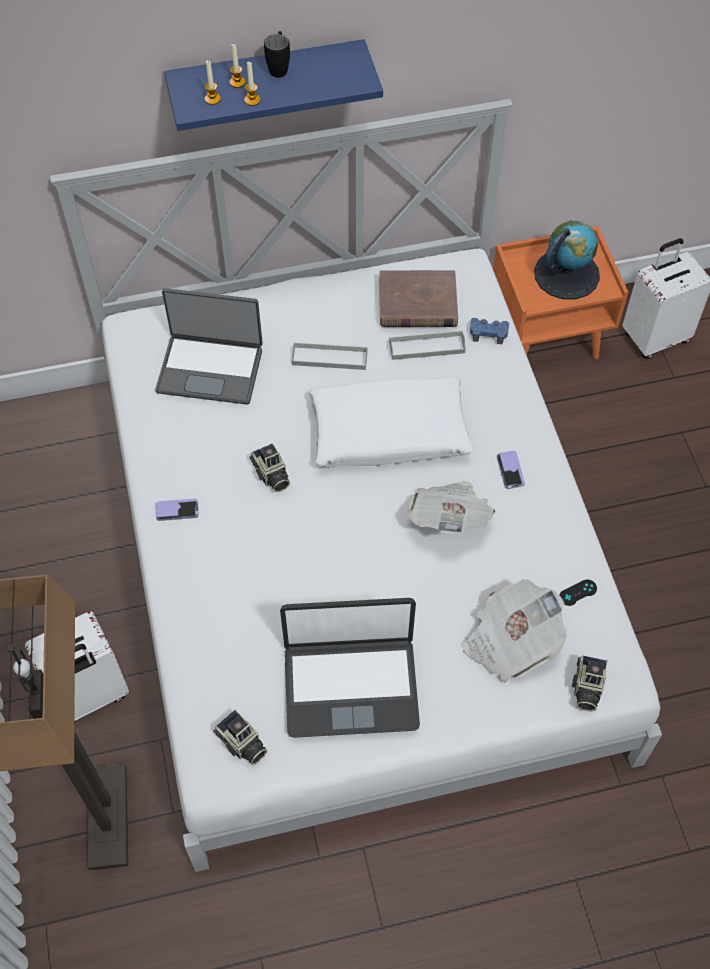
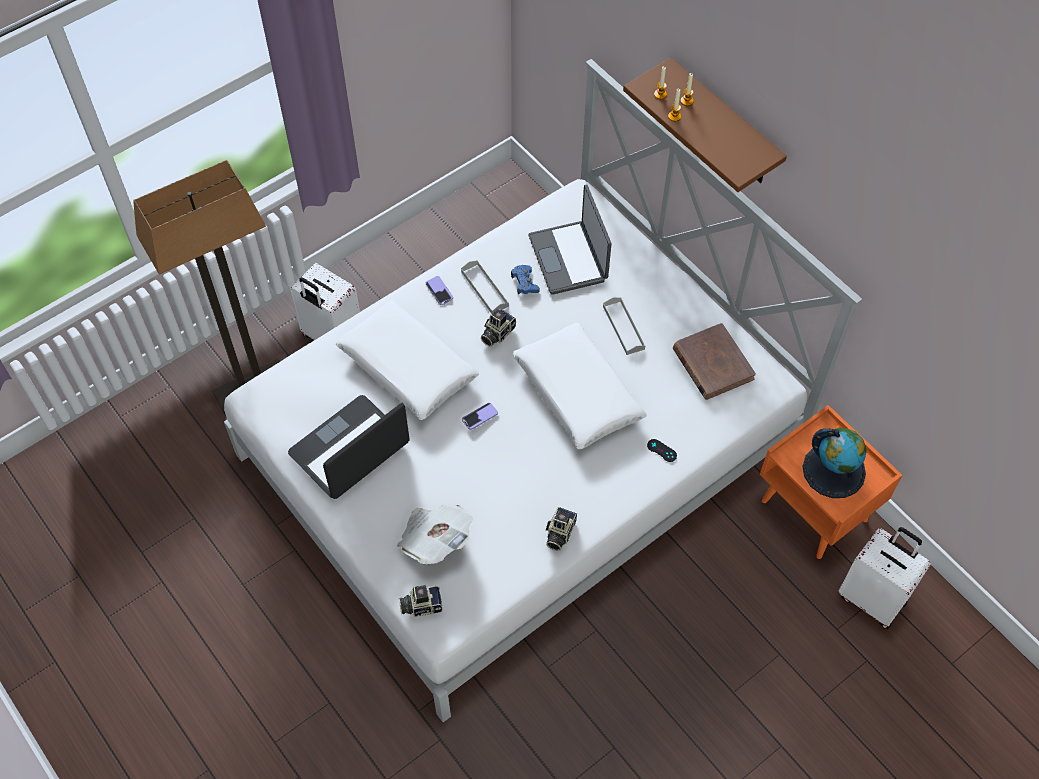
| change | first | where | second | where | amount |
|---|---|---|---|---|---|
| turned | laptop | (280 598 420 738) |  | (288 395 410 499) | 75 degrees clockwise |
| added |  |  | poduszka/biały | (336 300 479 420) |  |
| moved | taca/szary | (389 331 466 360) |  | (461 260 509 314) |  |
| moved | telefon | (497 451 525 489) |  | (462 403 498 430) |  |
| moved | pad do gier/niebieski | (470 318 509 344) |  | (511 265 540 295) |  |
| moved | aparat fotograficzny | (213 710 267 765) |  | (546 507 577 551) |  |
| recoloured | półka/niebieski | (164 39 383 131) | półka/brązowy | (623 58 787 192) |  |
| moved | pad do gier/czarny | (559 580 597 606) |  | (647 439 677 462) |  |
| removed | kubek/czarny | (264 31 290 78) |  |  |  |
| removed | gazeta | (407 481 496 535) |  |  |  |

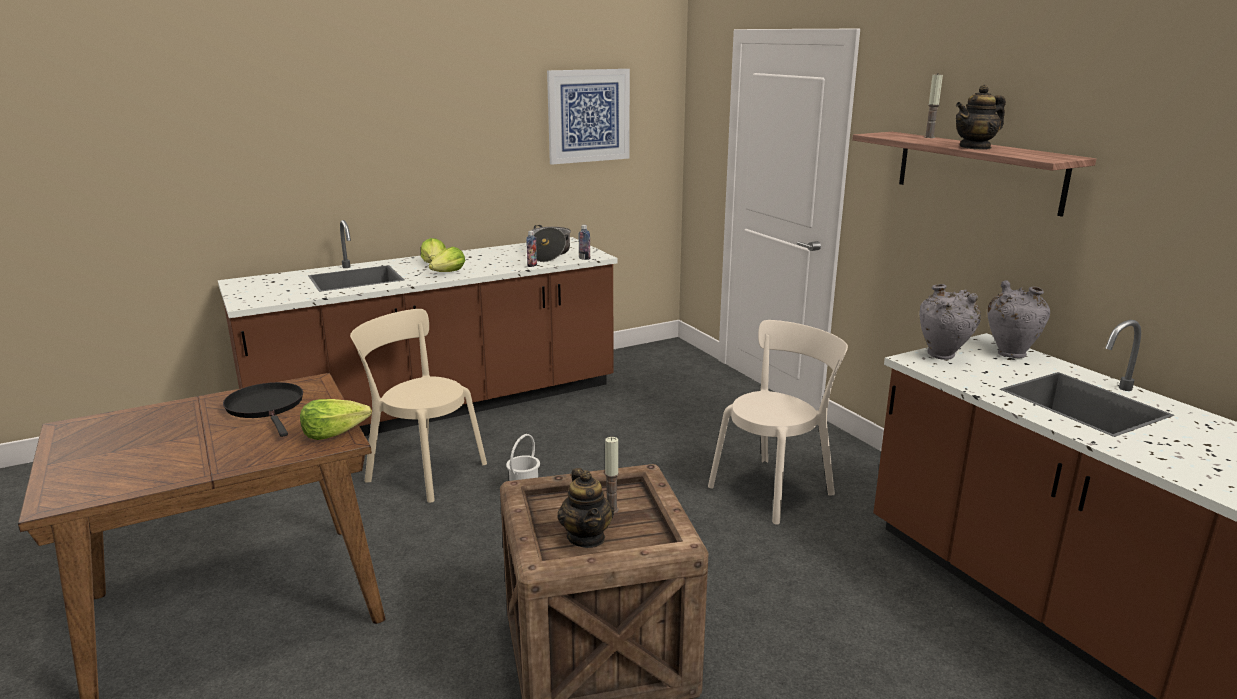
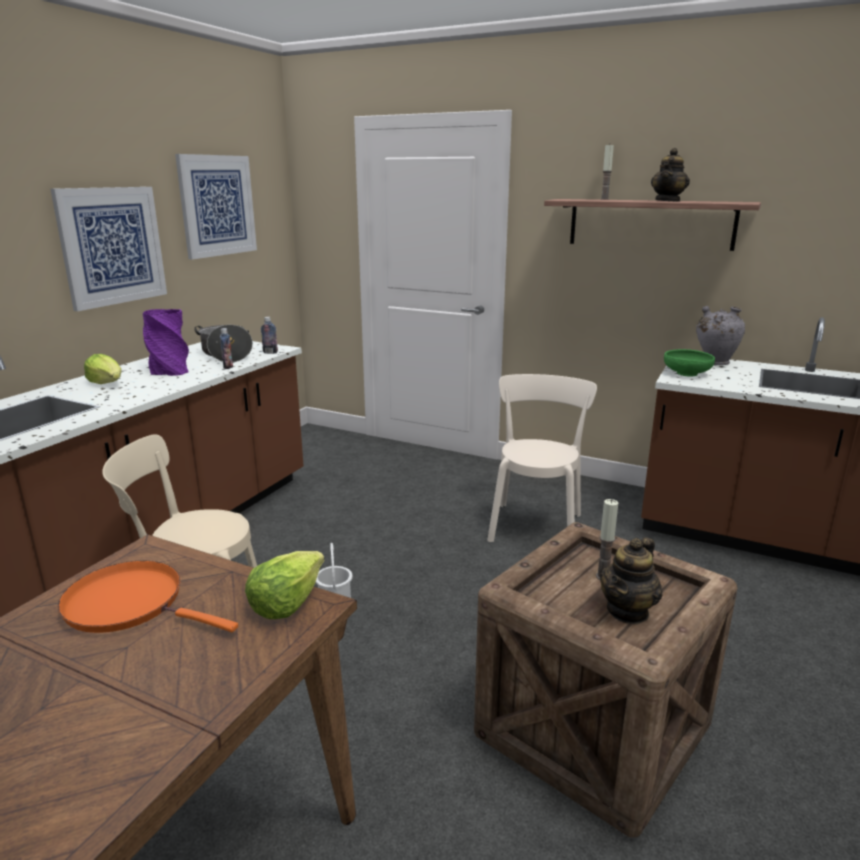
| change | first | where | second | where | amount |
|---|---|---|---|---|---|
| added |  |  | obraz | (50 187 167 311) |  |
| recoloured | patelnia/czarny | (223 382 303 437) | patelnia/pomarańczowy | (58 561 238 633) |  |
| added |  |  | wazon/fioletowy | (143 309 189 376) |  |
| turned | imbryk | (557 468 614 548) |  | (600 537 663 625) | 90 degrees clockwise |
| replaced | wazon/szary | (919 284 981 360) | miska/zielony | (664 349 715 377) |  |
| removed | sałata | (429 247 465 272) |  |  |  |

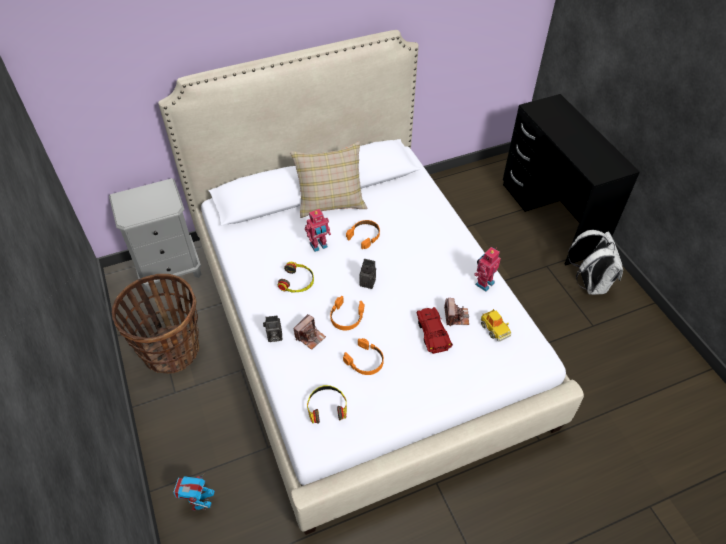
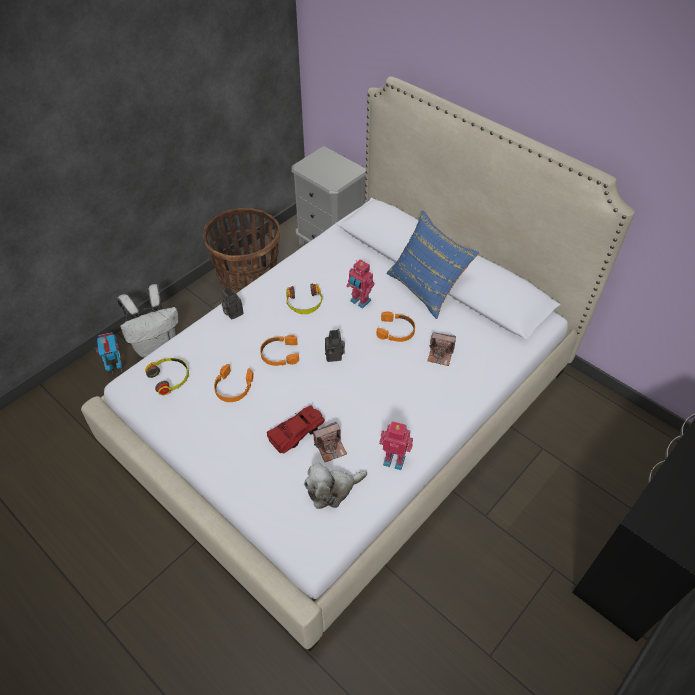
| change | first | where | second | where | amount |
|---|---|---|---|---|---|
| moved | plecak/biały | (568 230 623 295) |  | (117 284 178 358) |  |
| replaced | samochodzik | (481 309 511 342) | pluszak | (304 463 367 509) |  |
| recoloured | poduszka/beżowy | (290 141 367 218) | poduszka/niebieski | (387 210 479 319) |  |
| moved | aparat fotograficzny | (293 314 326 350) |  | (428 332 456 366) |  |

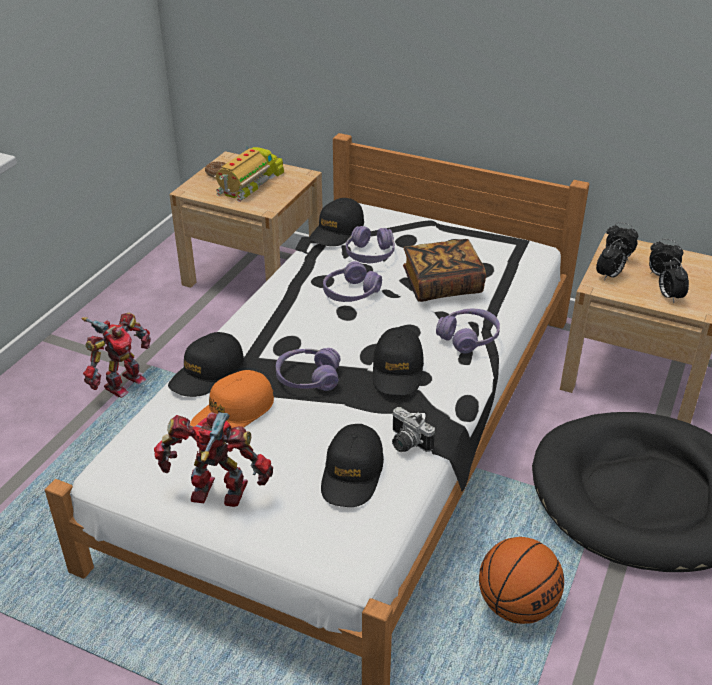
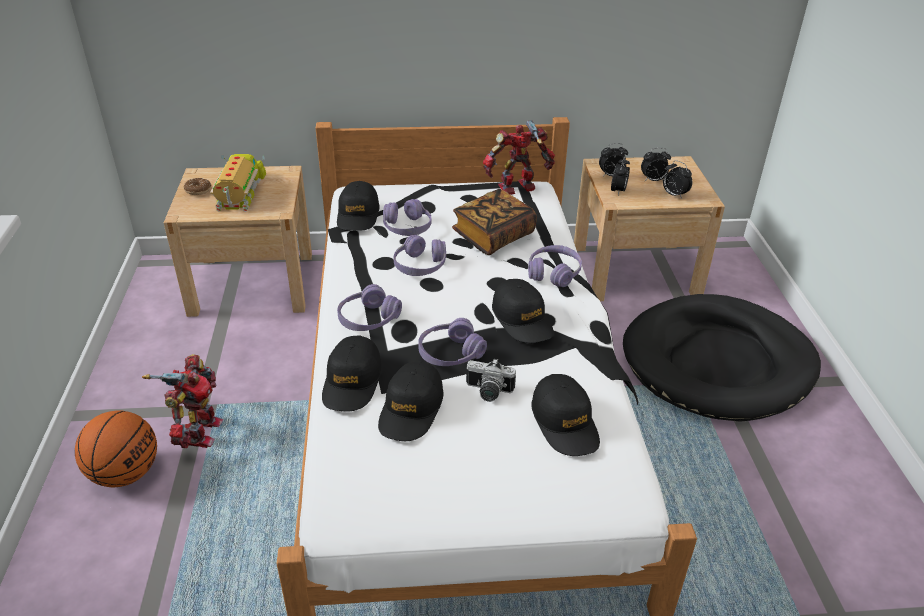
| change | first | where | second | where | amount |
|---|---|---|---|---|---|
| moved | piłka do koszykówki | (479 537 564 624) |  | (75 411 157 487) |  |
| added |  |  | słuchawki/fioletowy | (337 284 402 331) |  |
| recoloured | czapka z daszkiem/pomarańczowy | (190 370 274 428) | czapka z daszkiem/czarny | (378 361 443 441) |  |
| moved | aparat fotograficzny | (392 407 435 452) |  | (466 358 516 402) |  |
| moved | robot zabawkowy | (154 412 273 507) |  | (483 120 555 195) |  |

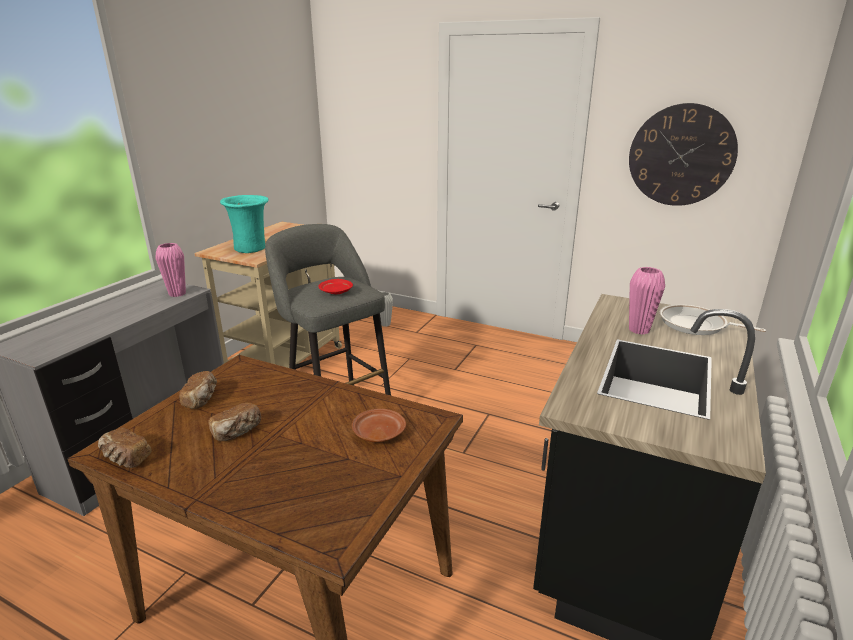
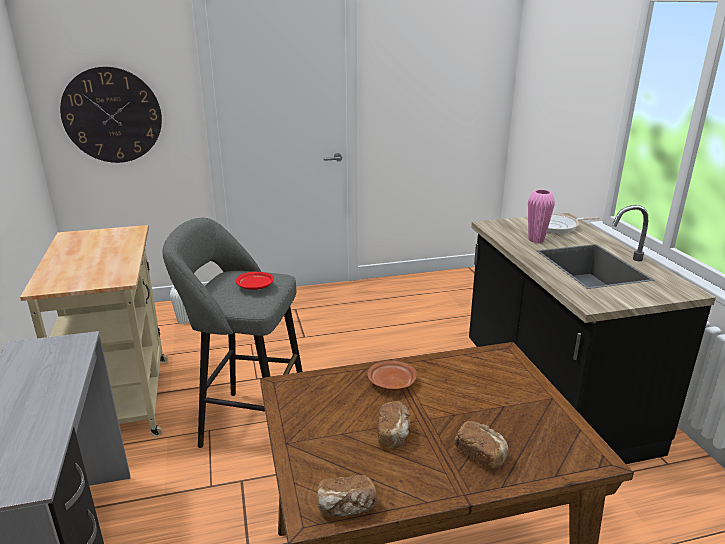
| change | first | where | second | where | amount |
|---|---|---|---|---|---|
| moved | zegar ścienny | (629 103 738 206) |  | (60 67 162 163) |  |
| moved | talerz/brązowy | (352 409 406 443) |  | (367 361 417 391) |  |
| moved | chleb | (179 371 217 409) |  | (454 421 508 469) |  |
| removed | wazon/różowy | (155 243 186 297) |  |  |  |
| removed | wazon/turkusowy | (220 195 269 253) |  |  |  |

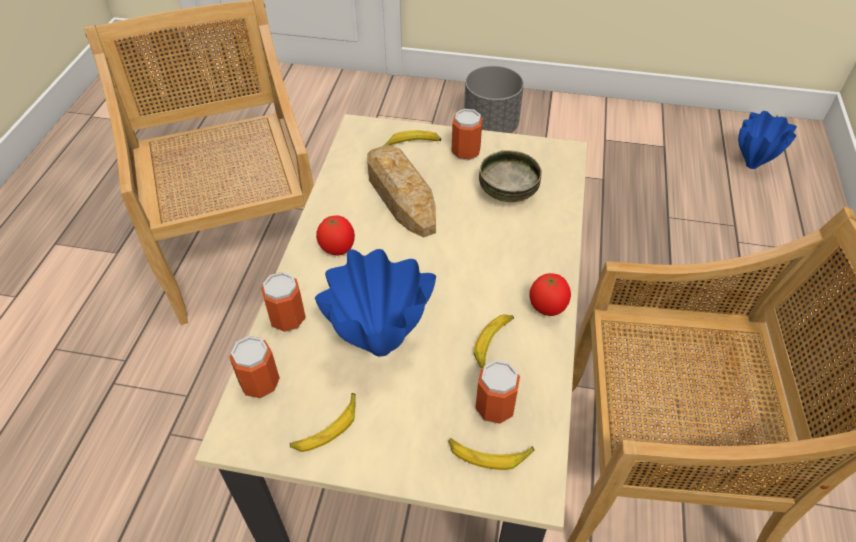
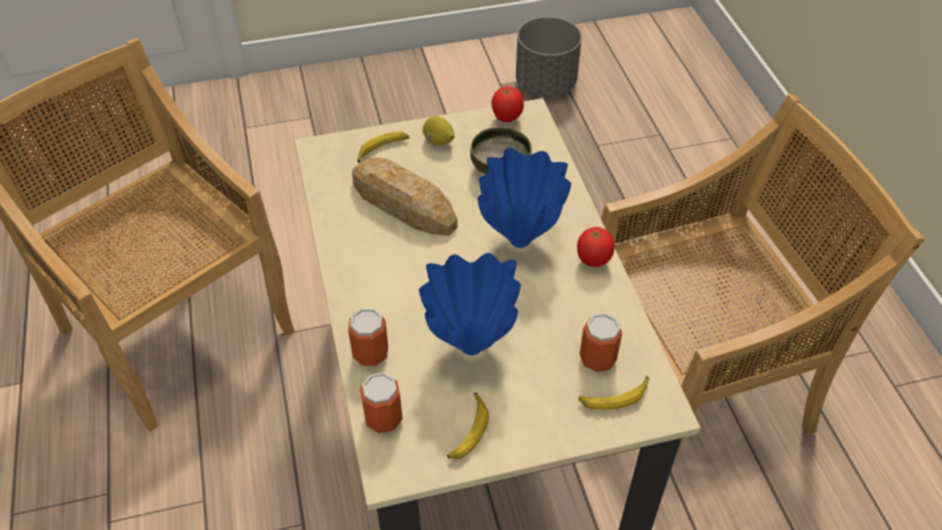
| change | first | where | second | where | amount |
|---|---|---|---|---|---|
| replaced | puszka | (452 109 483 161) | cytryna | (423 116 455 145) |  |
| moved | wazon/niebieski | (738 111 797 169) |  | (478 148 571 248) |  |
| moved | pomidor | (316 216 355 256) |  | (491 86 524 122) |  |
| moved | donica/szary | (464 66 524 133) |  | (516 17 582 96) |  |
| removed | banan | (474 314 514 369) |  |  |  |

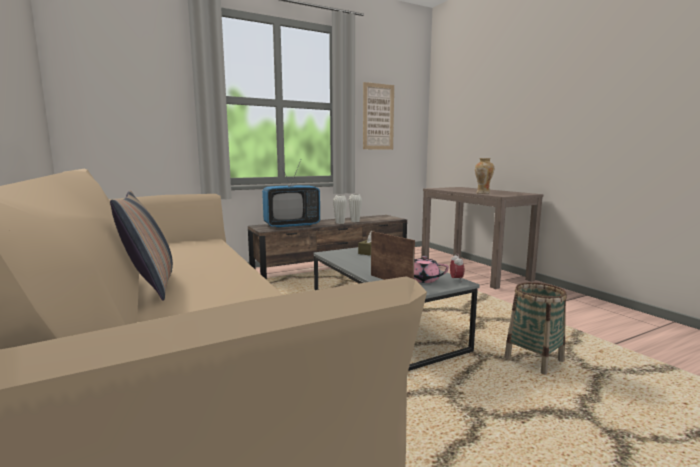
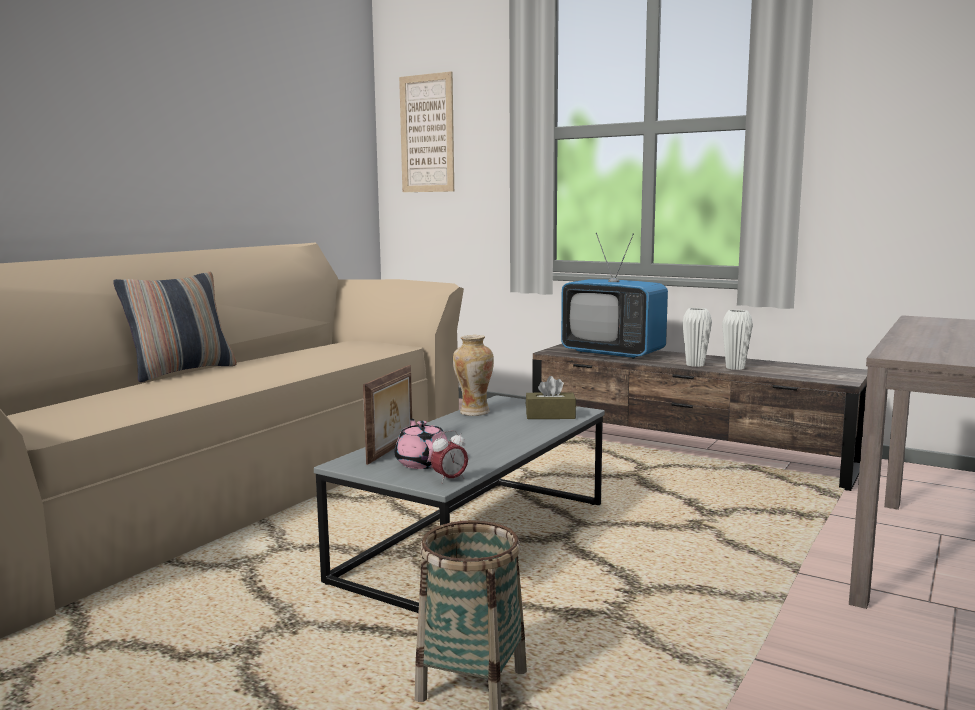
| change | first | where | second | where | amount |
|---|---|---|---|---|---|
| moved | obraz | (363 82 394 150) |  | (399 71 454 192) |  |
| moved | wazon | (475 158 494 194) |  | (453 335 494 416) |  |

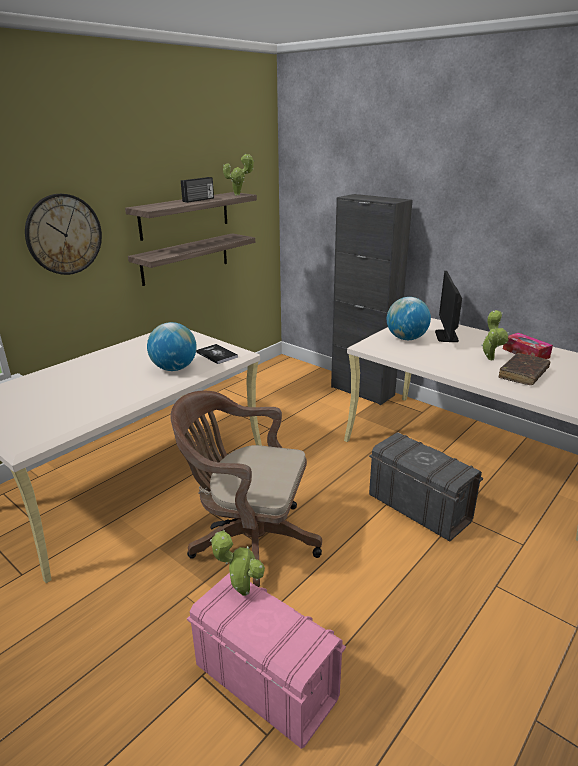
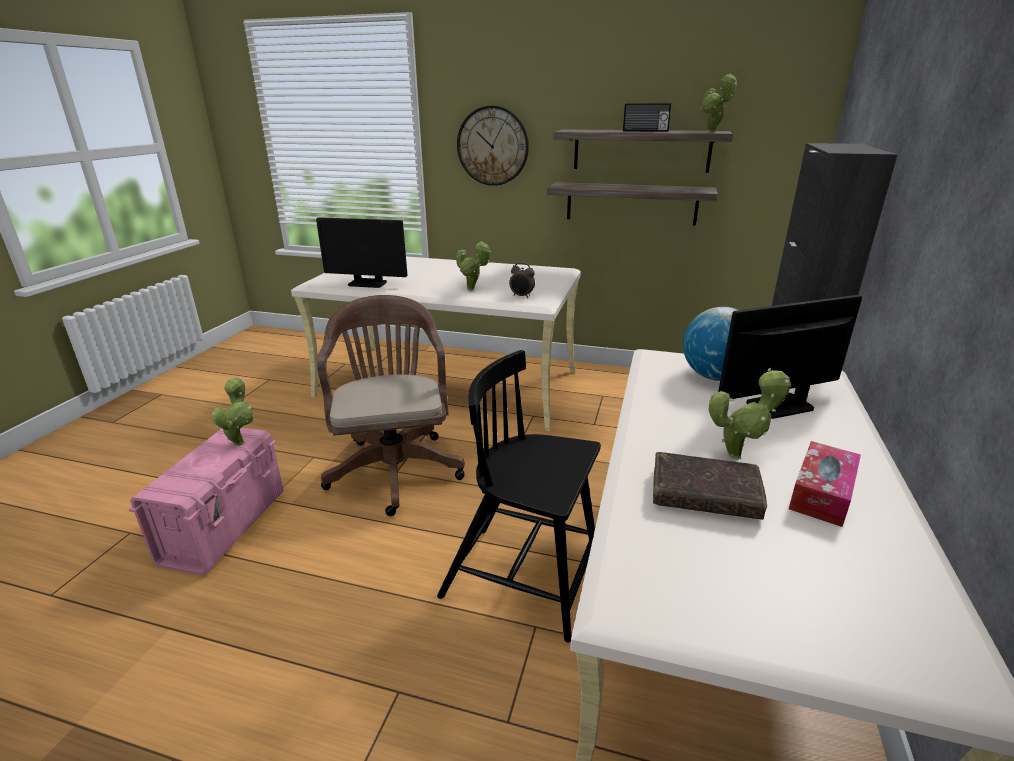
| change | first | where | second | where | amount |
|---|---|---|---|---|---|
| added |  |  | monitor | (316 217 408 288) |  |
| replaced | pojemnik do przechowywania/szary | (369 432 483 541) | krzesło/czarny | (437 350 601 642) |  |
| replaced | globus | (147 322 197 371) | roślina doniczkowa | (456 241 491 291) |  |
| replaced | książka | (196 344 238 364) | budzik | (509 262 535 298) |  |

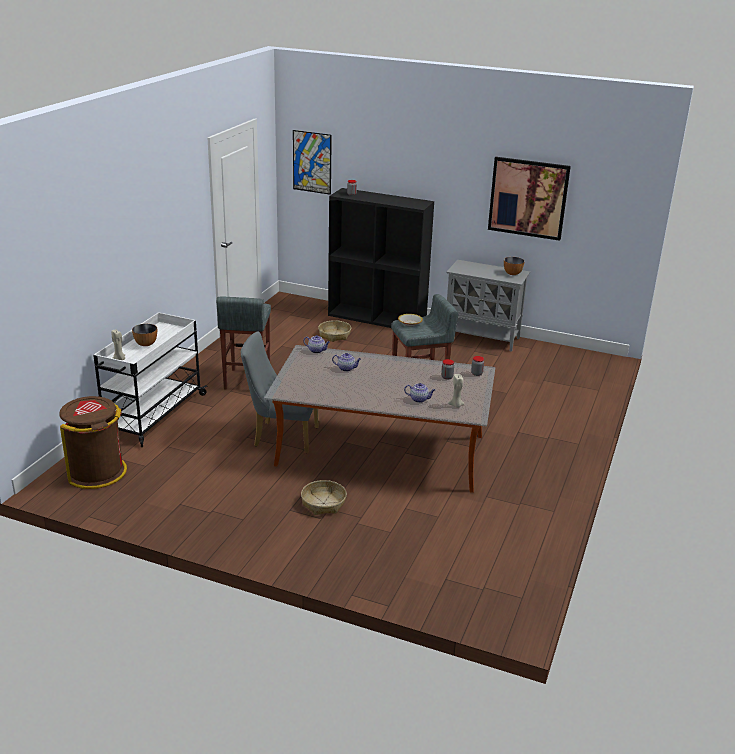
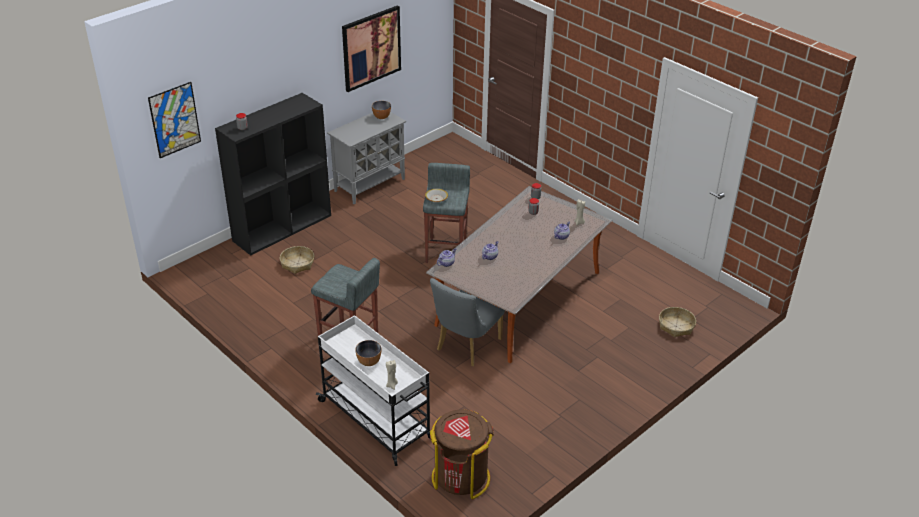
| change | first | where | second | where | amount |
|---|---|---|---|---|---|
| moved | koszyk | (301 480 347 515) |  | (659 307 696 337) |  |

